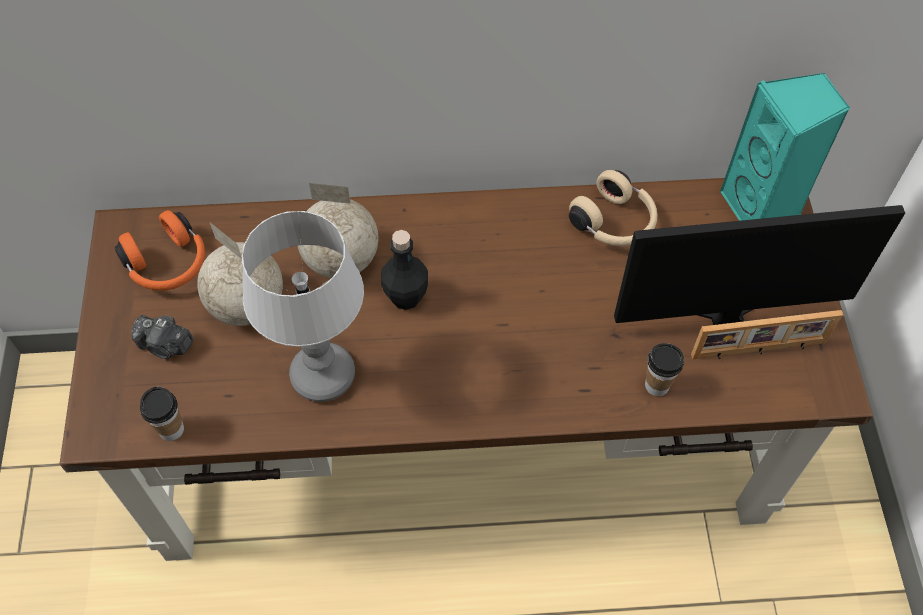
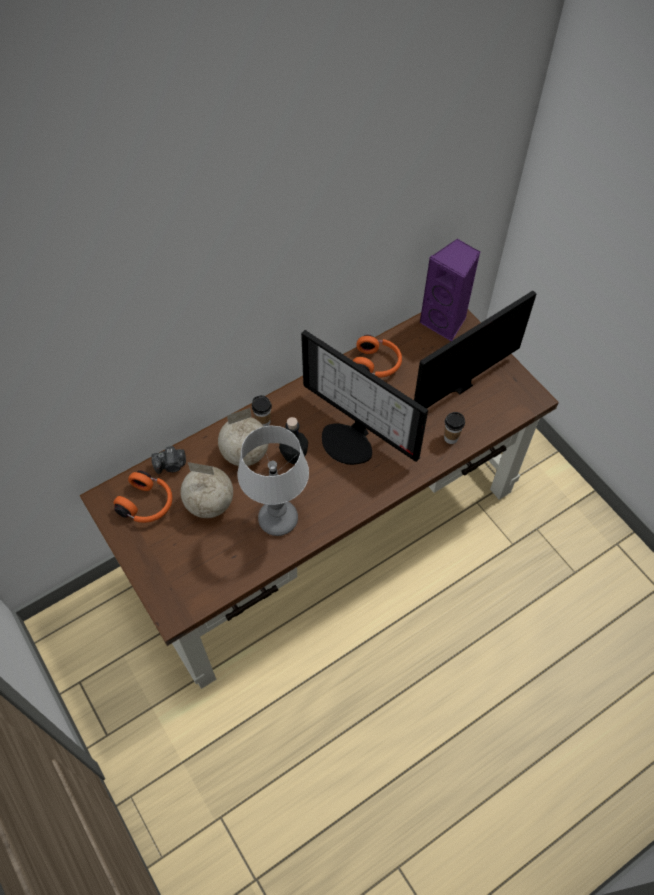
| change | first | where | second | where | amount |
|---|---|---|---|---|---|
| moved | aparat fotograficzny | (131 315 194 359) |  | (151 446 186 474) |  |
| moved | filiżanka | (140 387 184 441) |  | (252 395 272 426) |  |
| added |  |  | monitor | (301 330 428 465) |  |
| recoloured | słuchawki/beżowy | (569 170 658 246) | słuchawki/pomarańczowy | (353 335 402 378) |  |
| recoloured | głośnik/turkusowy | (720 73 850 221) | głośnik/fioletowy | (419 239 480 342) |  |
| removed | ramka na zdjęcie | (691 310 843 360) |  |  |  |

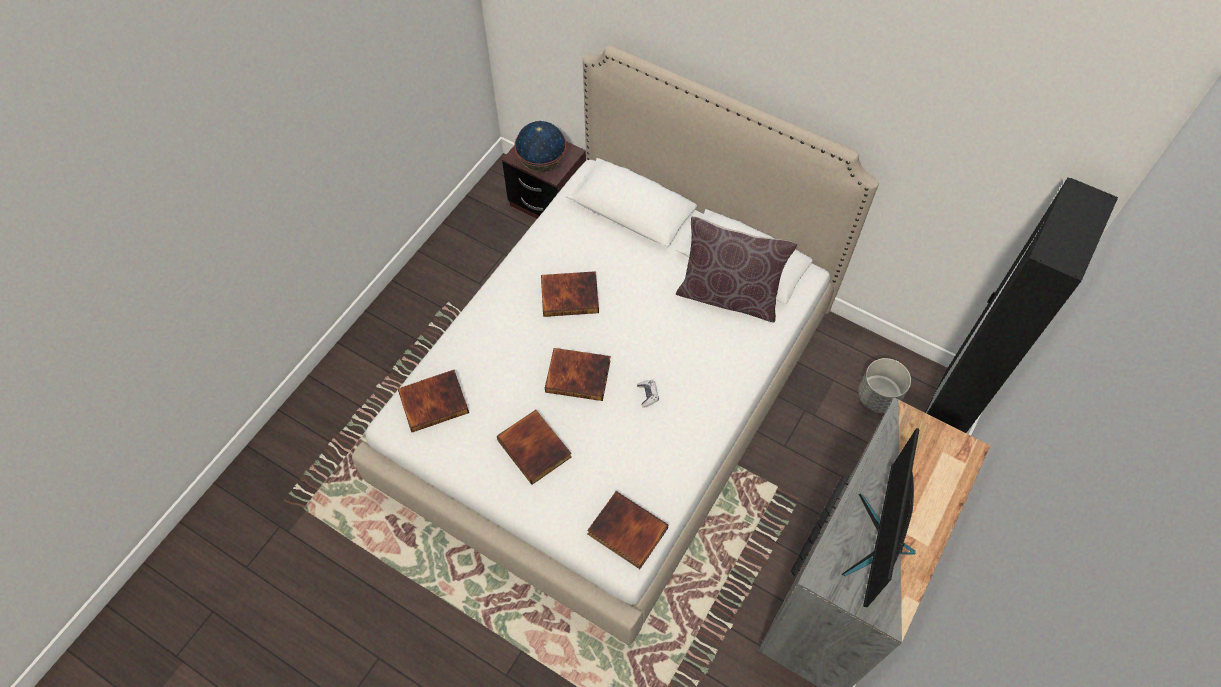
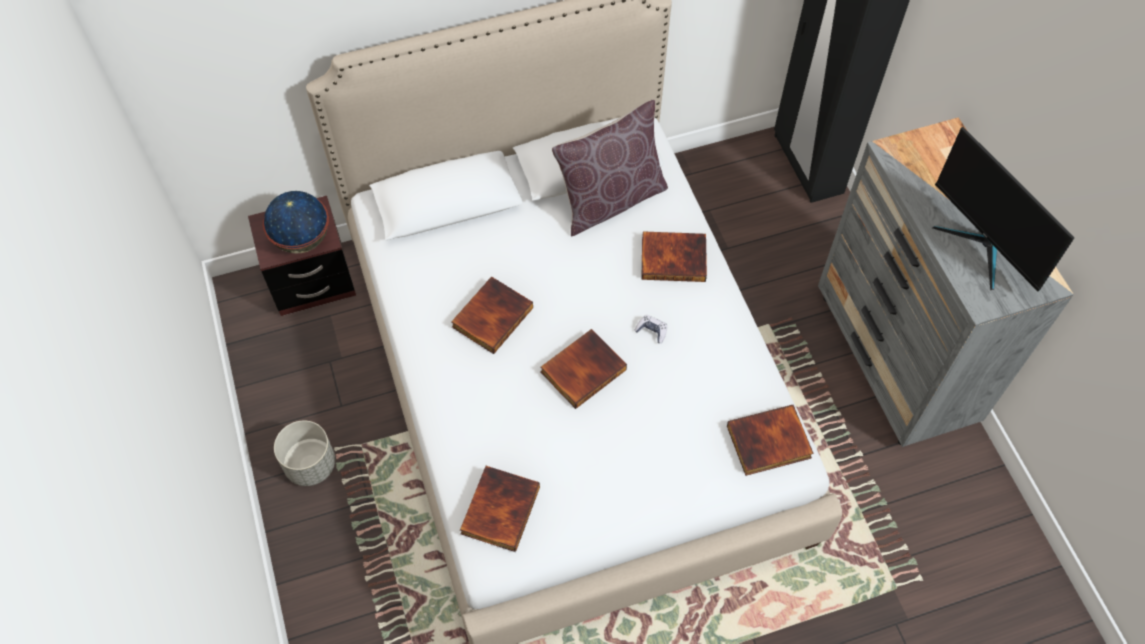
| change | first | where | second | where | amount |
|---|---|---|---|---|---|
| moved | donica/szary | (858 358 911 413) |  | (274 420 335 486) |  |
| moved | książka | (497 410 572 485) |  | (641 231 707 282) |  |

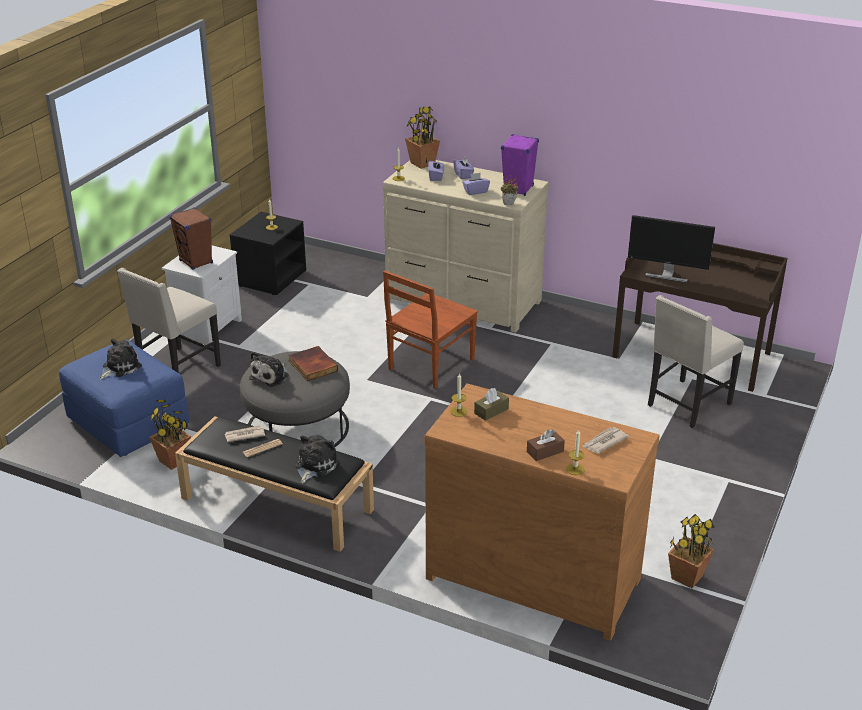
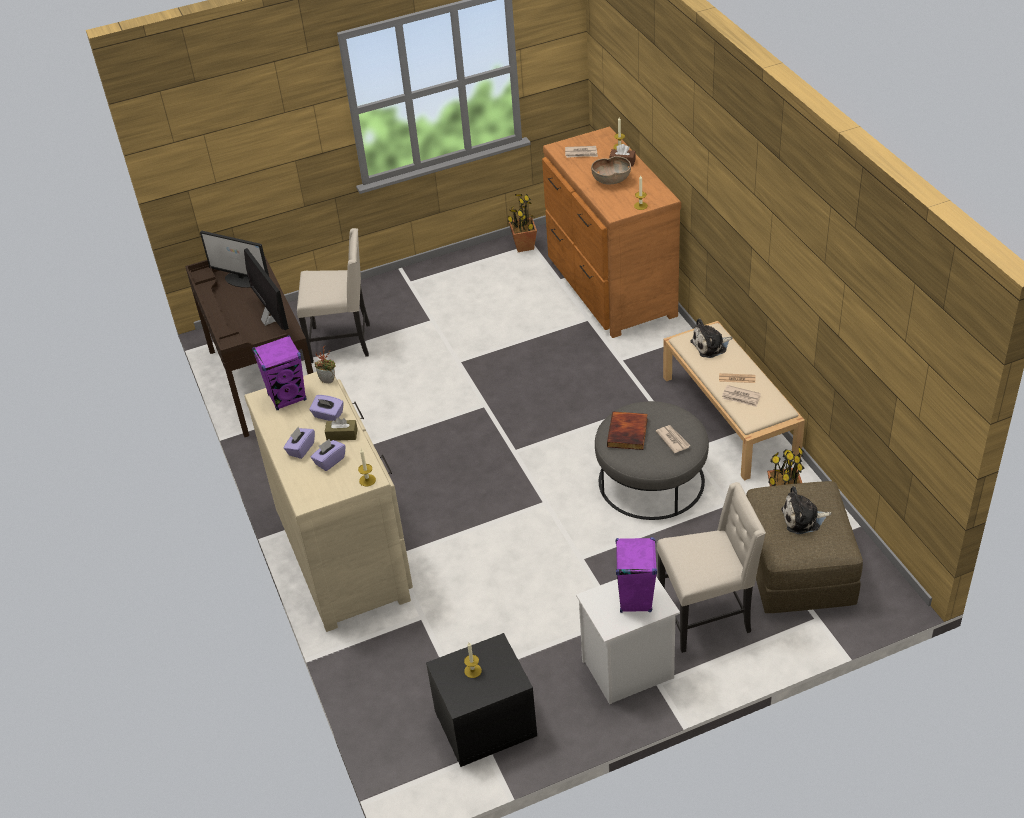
| change | first | where | second | where | amount |
|---|---|---|---|---|---|
| added |  |  | monitor | (200 230 269 288) |  |
| moved | pudełko chusteczek/brązowy | (474 388 509 421) |  | (325 417 358 441) |  |
| added |  |  | miska/brązowy | (591 156 631 185) |  |
| recoloured | głośnik/brązowy | (169 207 213 270) | głośnik/fioletowy | (616 537 657 613) |  |
| replaced | pluszak | (249 352 289 387) | gazeta | (656 425 691 453) |  |
| recoloured | ławka/czarny | (175 416 374 552) | ławka/beżowy | (663 321 805 481) |  |
| recoloured | pufa/niebieski | (59 340 189 457) | pufa/brązowy | (746 481 863 613) |  |
| removed | krzesło/brązowy | (383 271 478 389) |  |  |  |
| removed | roślina doniczkowa | (405 105 440 169) |  |  |  |

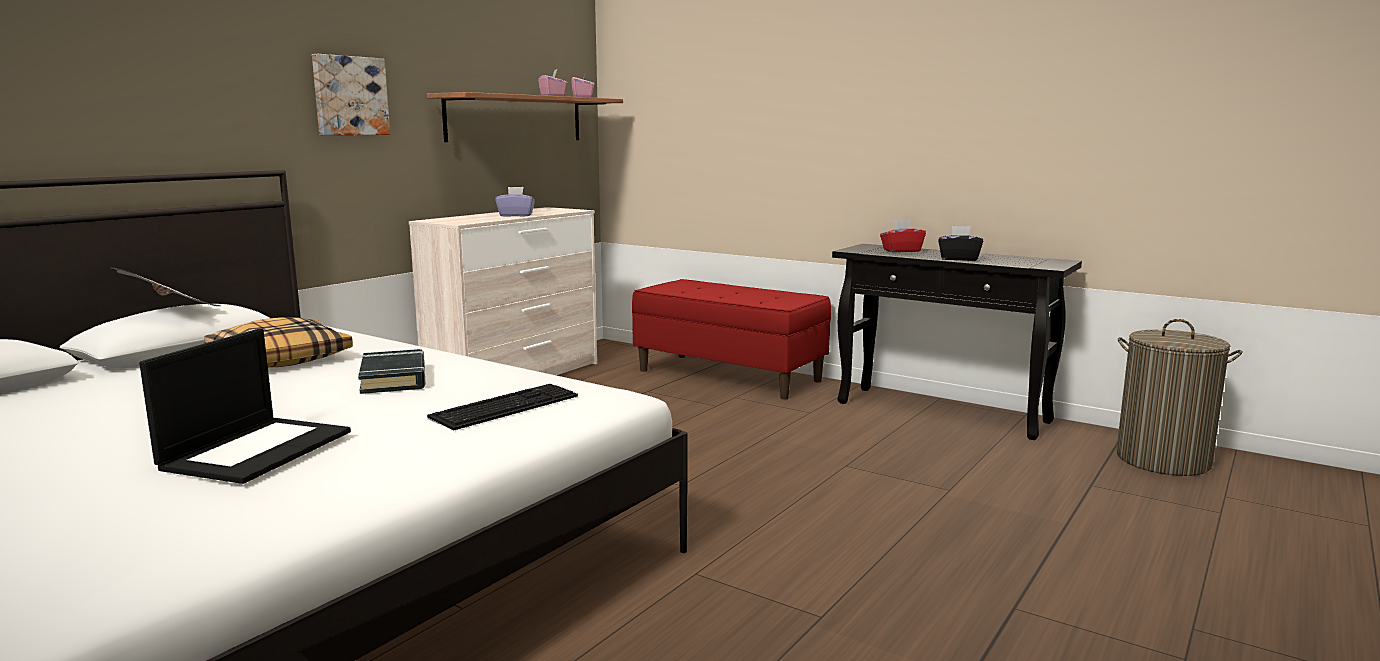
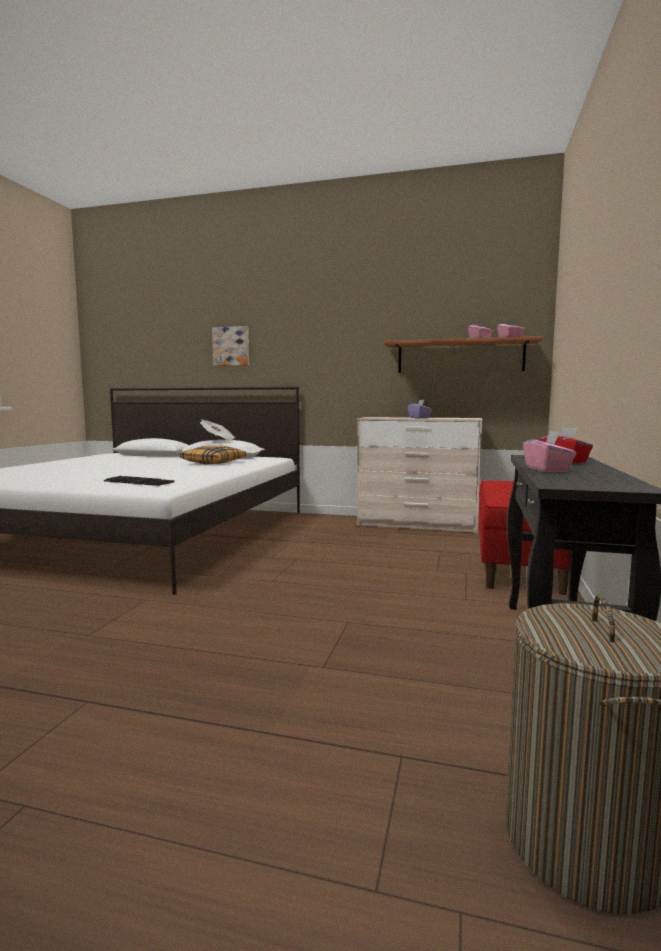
| change | first | where | second | where | amount |
|---|---|---|---|---|---|
| moved | obraz | (312 54 390 135) |  | (212 326 249 366) |  |
| recoloured | pudełko chusteczek/czarny | (938 226 983 261) | pudełko chusteczek/różowy | (523 430 576 472) |  |
| removed | laptop | (139 329 351 484) |  |  |  |
| removed | książka/czarny | (358 349 426 394) |  |  |  |

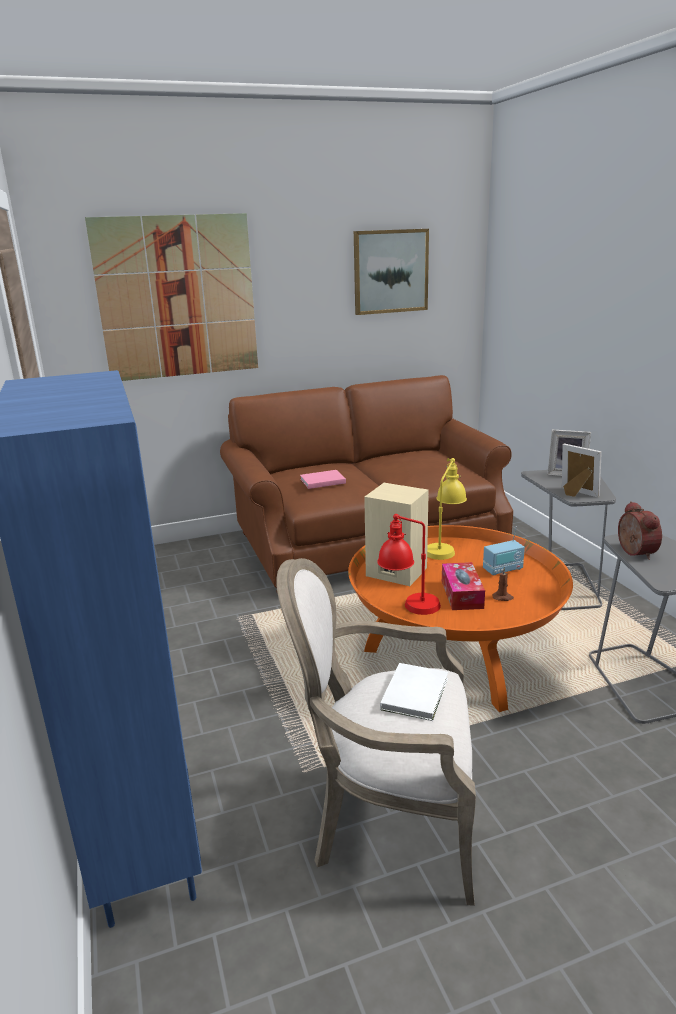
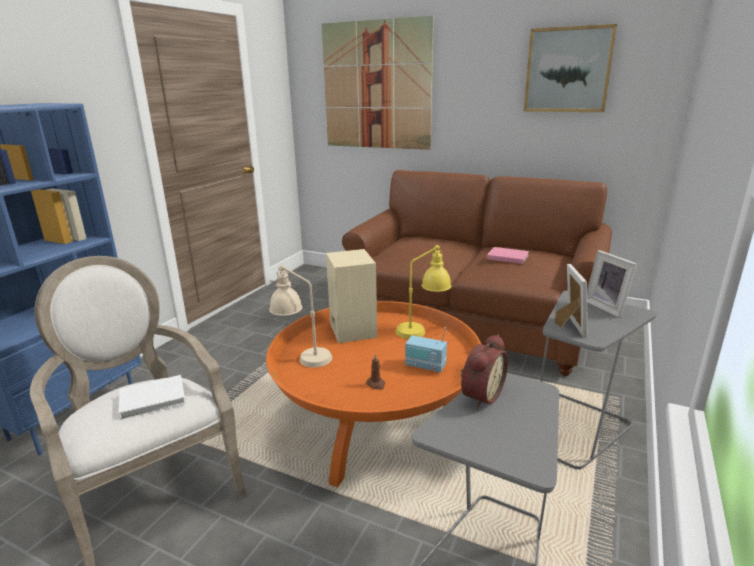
| change | first | where | second | where | amount |
|---|---|---|---|---|---|
| recoloured | lampa stołowa/czerwony | (377 514 441 615) | lampa stołowa/beżowy | (269 265 332 368) |  |
| moved | książka/różowy | (300 470 346 489) |  | (487 247 529 264) |  |
| removed | pudełko chusteczek | (442 562 485 610) |  |  |  |

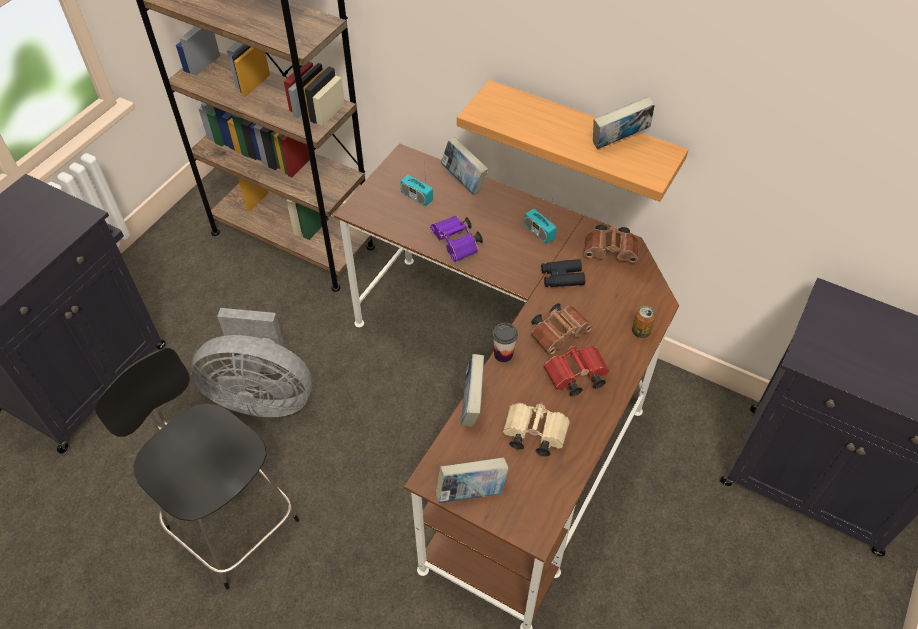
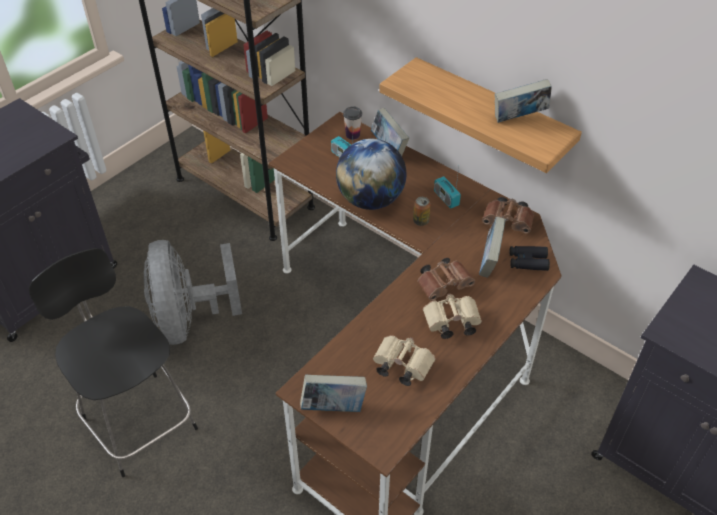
| change | first | where | second | where | amount |
|---|---|---|---|---|---|
| turned | wentylator/szary | (191 308 312 417) |  | (144 240 242 345) | 60 degrees clockwise |
| replaced | lornetka/fioletowy | (430 216 483 262) | globus | (336 139 407 210) |  |
| moved | filiżanka | (492 323 518 362) |  | (343 106 362 140) |  |
| moved | puszka | (632 306 655 338) |  | (413 197 430 226) |  |
| recoloured | lornetka/czerwony | (544 345 609 396) | lornetka/beżowy | (423 294 482 339) |  |
| moved | książka | (461 354 484 427) |  | (479 217 506 278) |  |
| moved | lornetka/czarny | (541 259 585 287) |  | (509 246 550 271) |  |

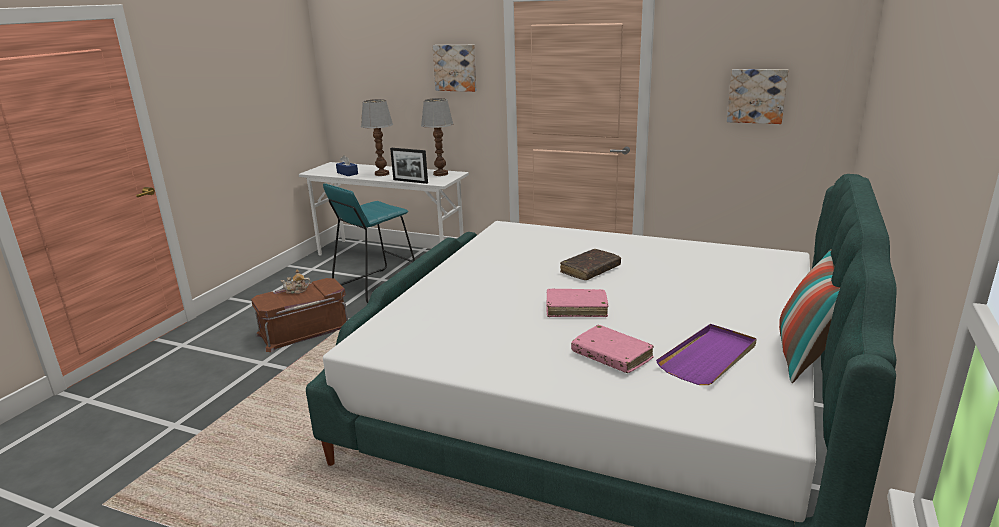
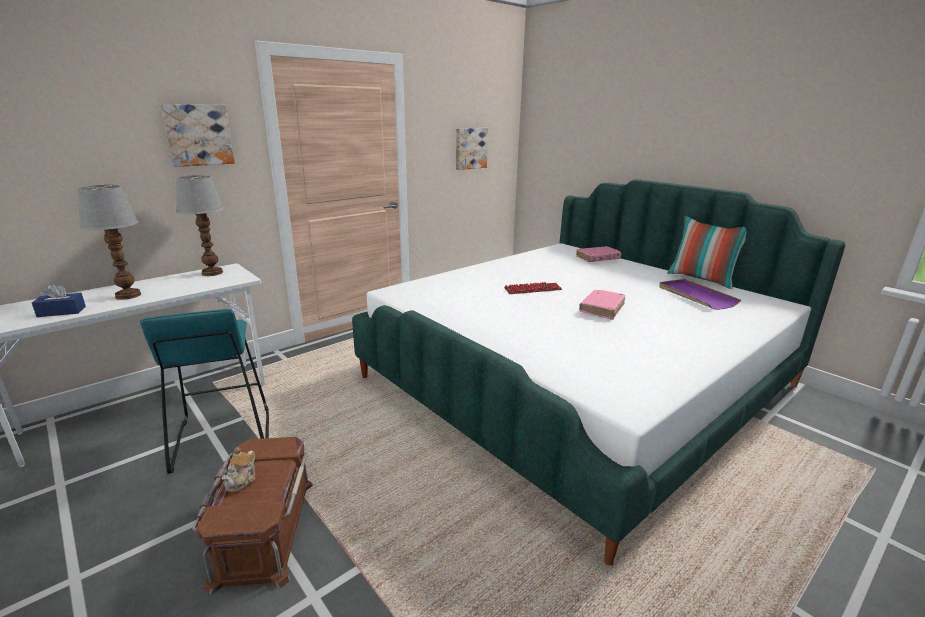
| change | first | where | second | where | amount |
|---|---|---|---|---|---|
| replaced | książka/brązowy | (560 249 621 280) | klawiatura | (504 282 562 294) |  |
| moved | książka/różowy | (571 325 654 373) |  | (576 246 622 262) |  |
| removed | ramka na zdjęcie | (390 148 428 184) |  |  |  |

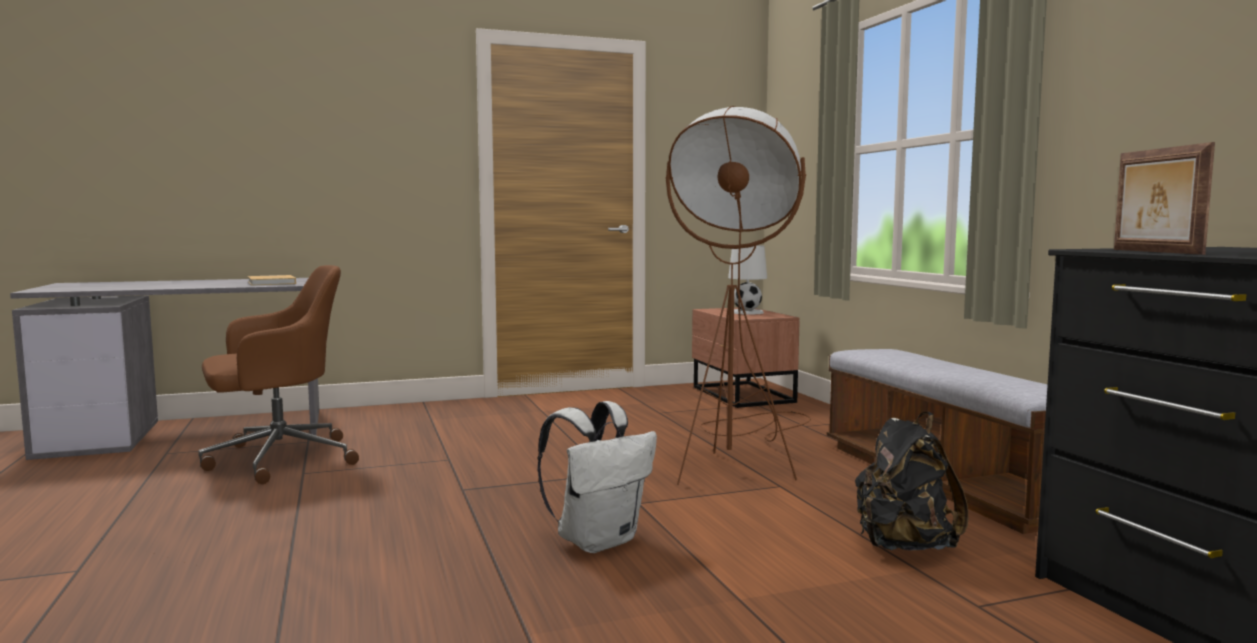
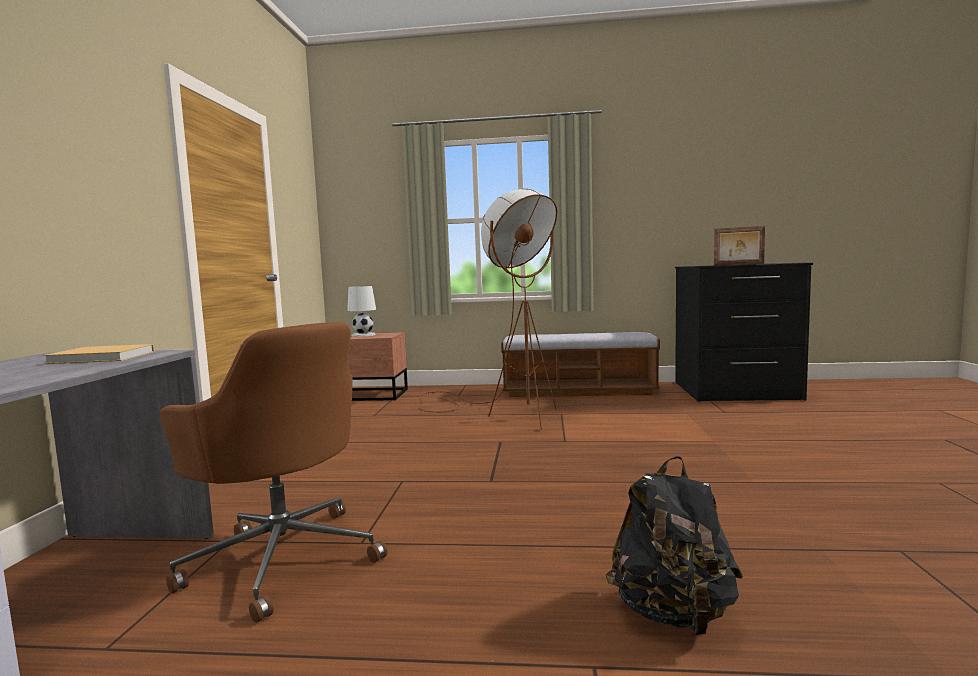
| change | first | where | second | where | amount |
|---|---|---|---|---|---|
| turned | krzesło biurowe/brązowy | (199 265 359 484) |  | (159 322 387 623) | 135 degrees clockwise |
| moved | plecak/czarny | (855 412 968 550) |  | (605 456 743 635) |  |
| removed | plecak/biały | (537 401 657 553) |  |  |  |

